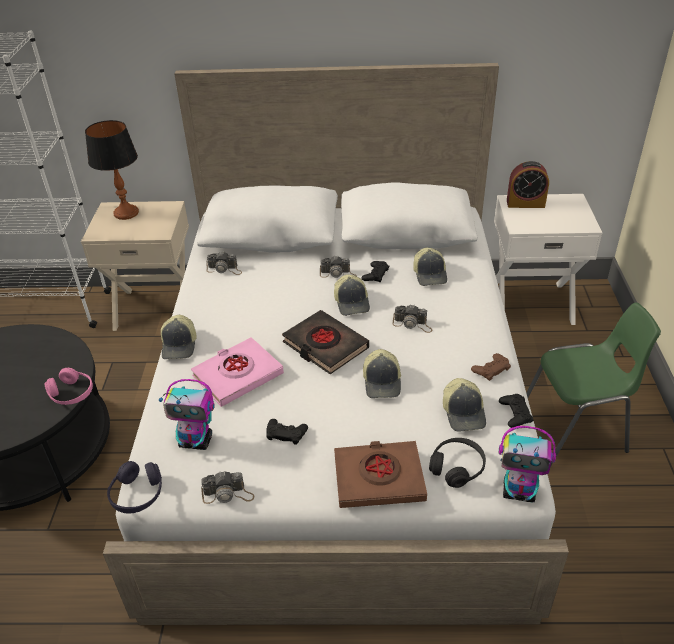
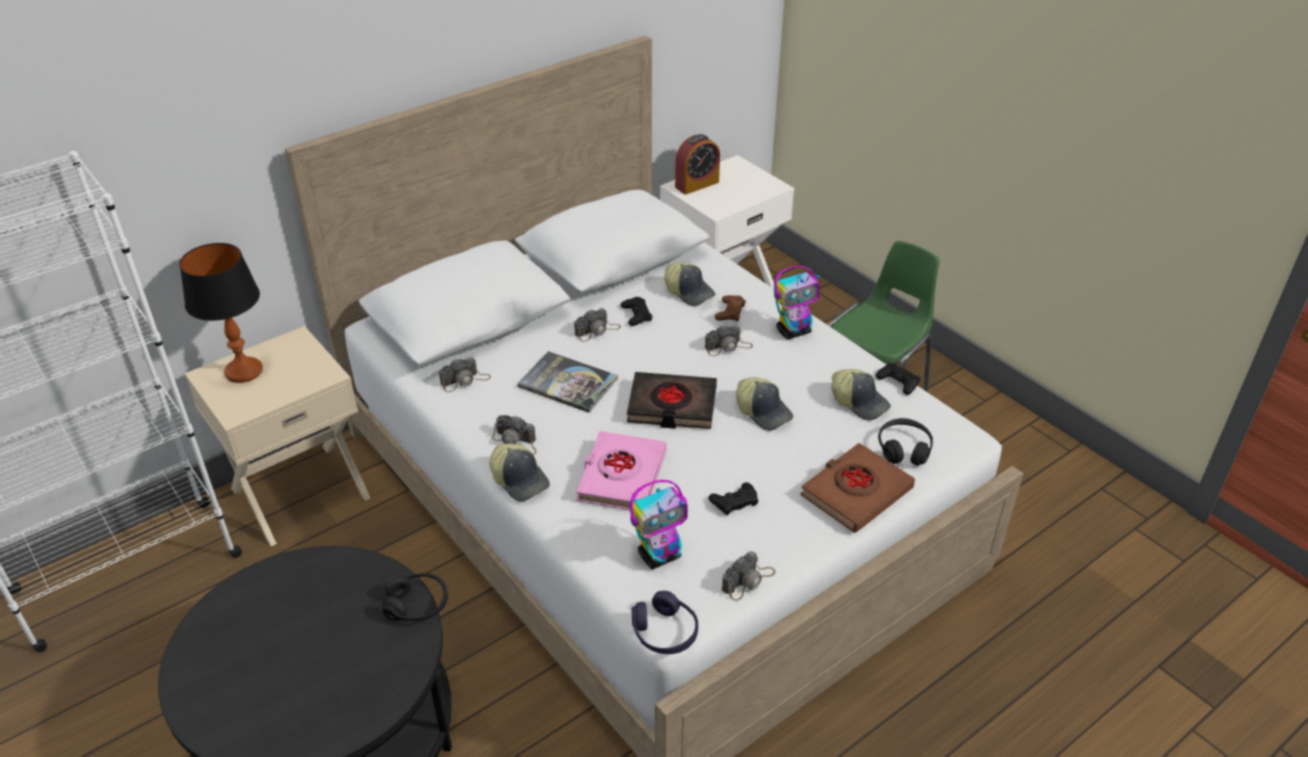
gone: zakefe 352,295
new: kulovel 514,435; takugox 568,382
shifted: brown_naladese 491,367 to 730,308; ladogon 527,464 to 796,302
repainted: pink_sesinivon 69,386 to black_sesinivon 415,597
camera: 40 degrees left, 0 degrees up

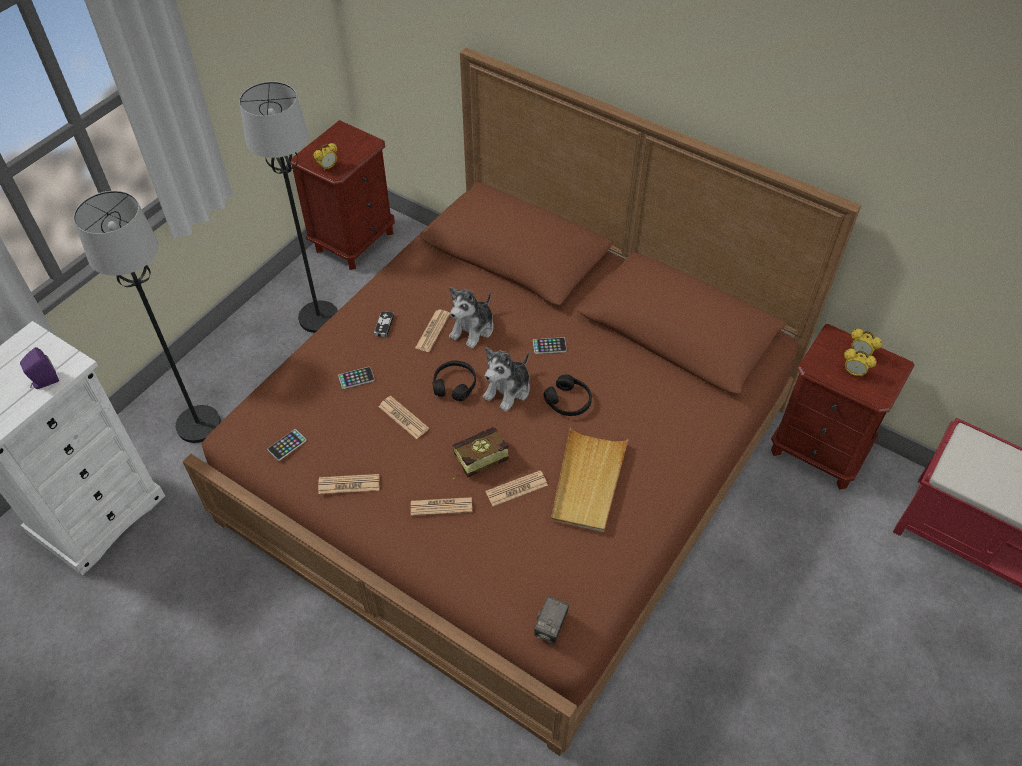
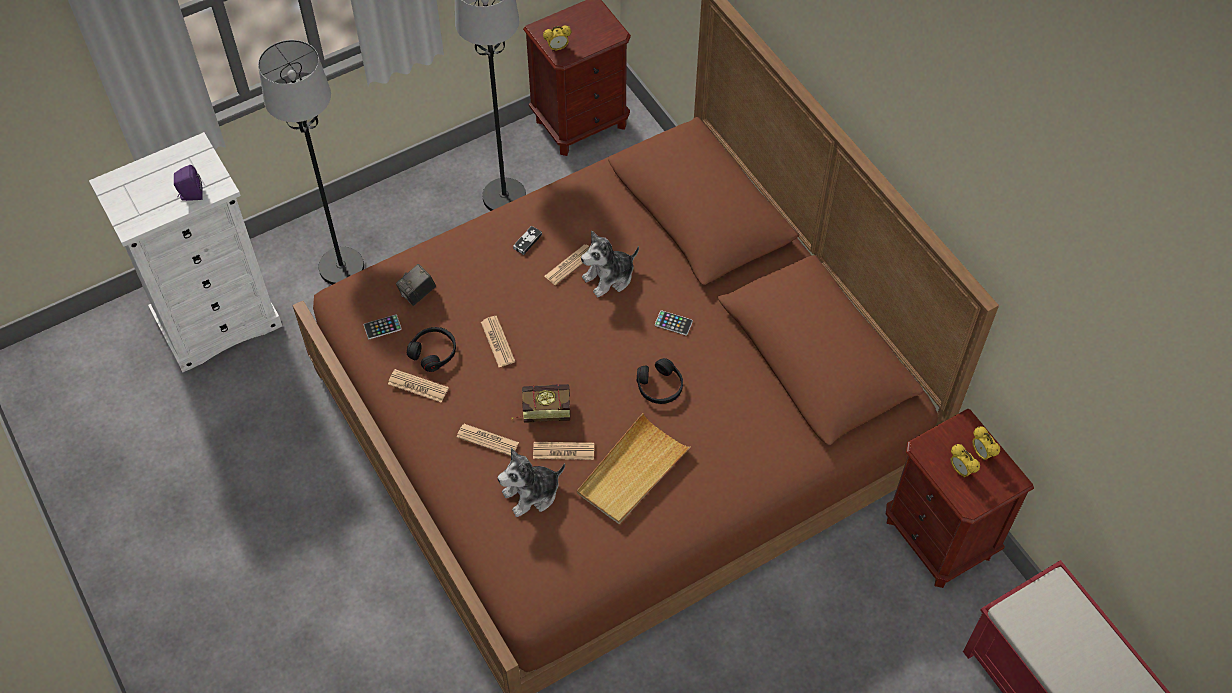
gone: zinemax 356,378
shifted: kulovel 551,619 to 416,285; black_sesinivon 454,381 to 431,349; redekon 506,380 to 531,482
camera: 25 degrees right, 5 degrees up

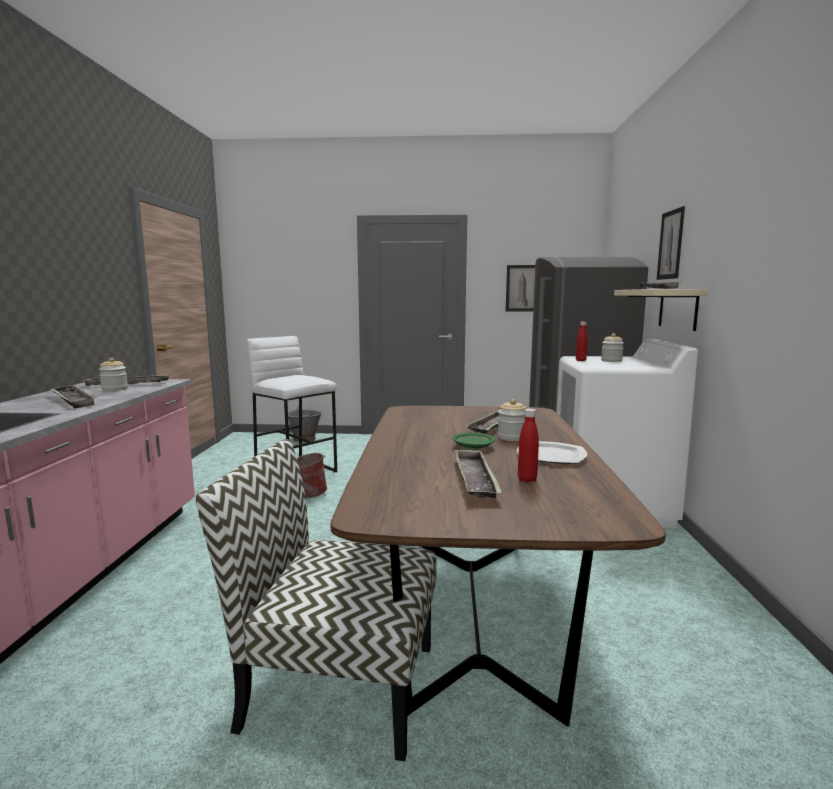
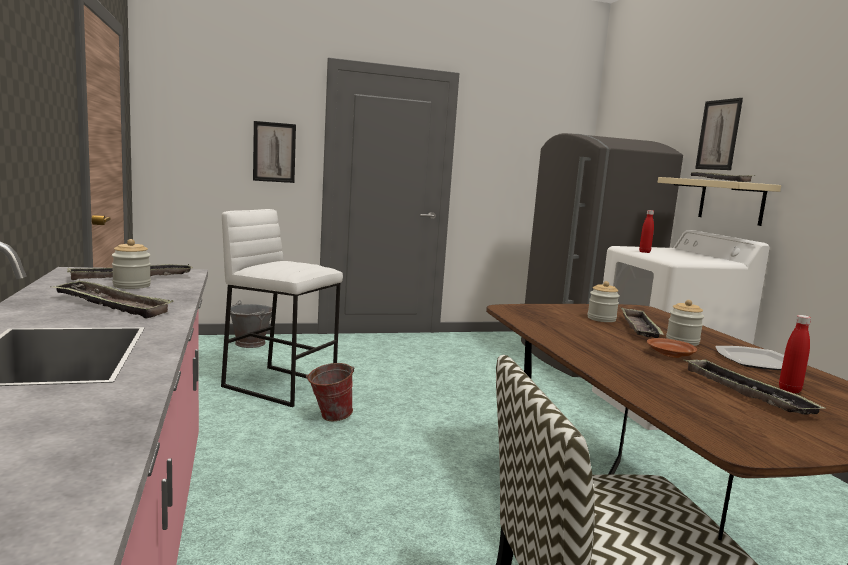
shifted: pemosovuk 520,288 to 274,152; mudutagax 612,347 to 604,301
repainted: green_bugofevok 473,441 to brown_bugofevok 672,348
camera: 20 degrees left, 0 degrees up

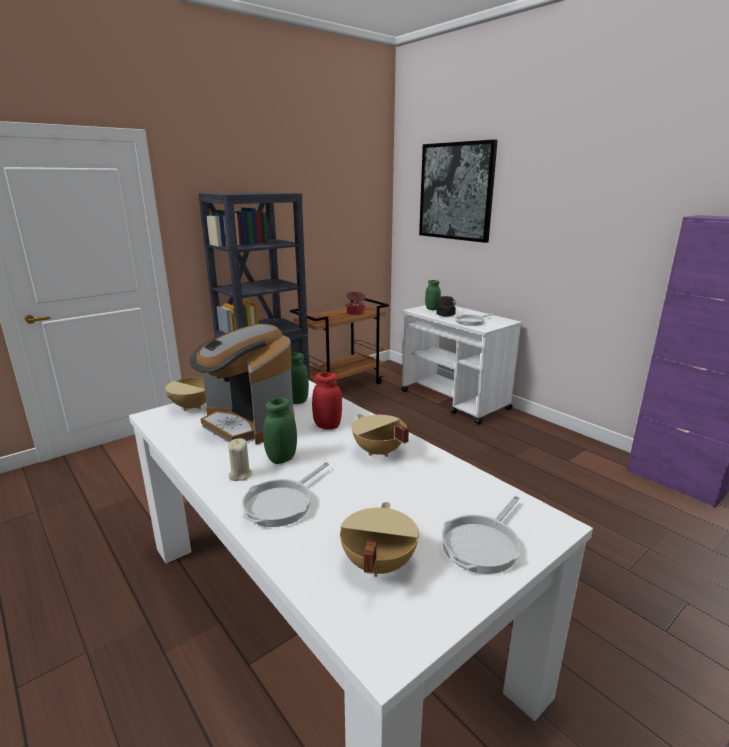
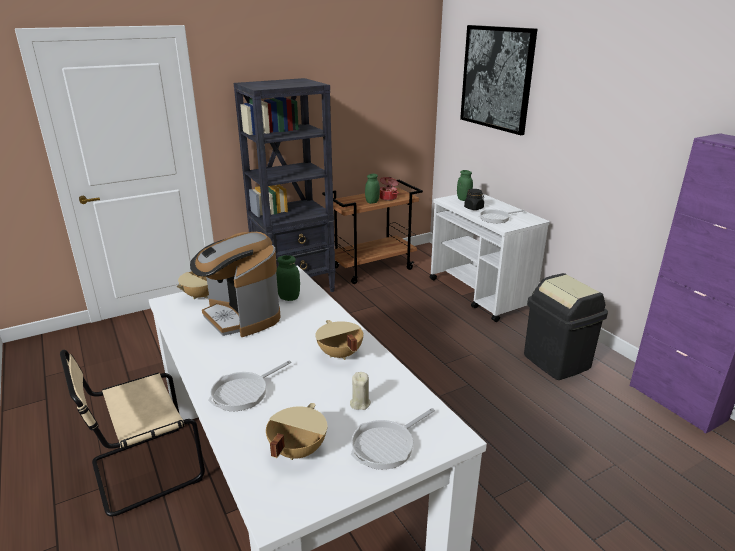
gone: red_mudutagax 327,401
new: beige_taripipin 132,433; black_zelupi 566,326
shifted: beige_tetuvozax 240,459 to 360,391; green_mudutagax 280,431 to 372,189
camera: 10 degrees right, 5 degrees up

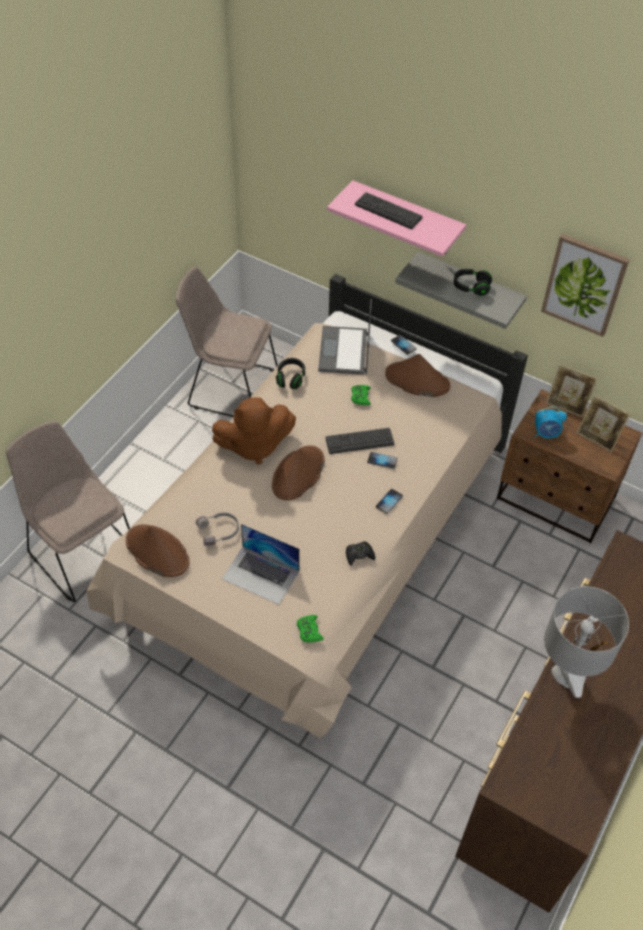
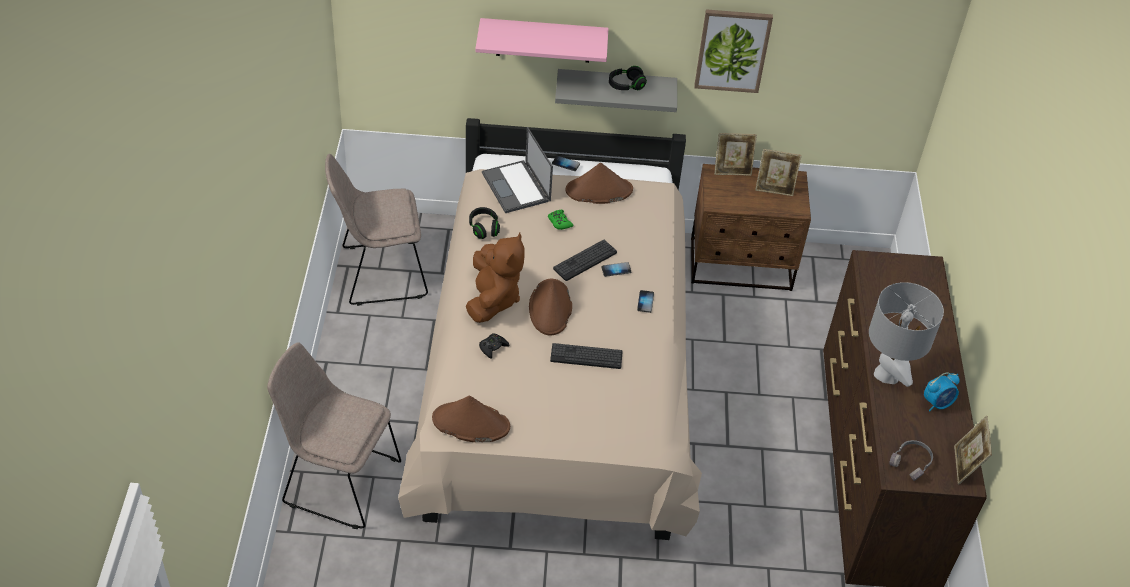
gone: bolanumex 260,564; green_naladese 310,628
new: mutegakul 973,450
shifted: black_naladese 360,553 to 494,346; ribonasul 388,210 to 586,356; grey_sesinivon 217,529 to 911,460; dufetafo 551,422 to 942,392
rotated: brown_redekon 254,431 = 495,277 45 degrees counterclockwise
camera: 30 degrees left, 5 degrees down

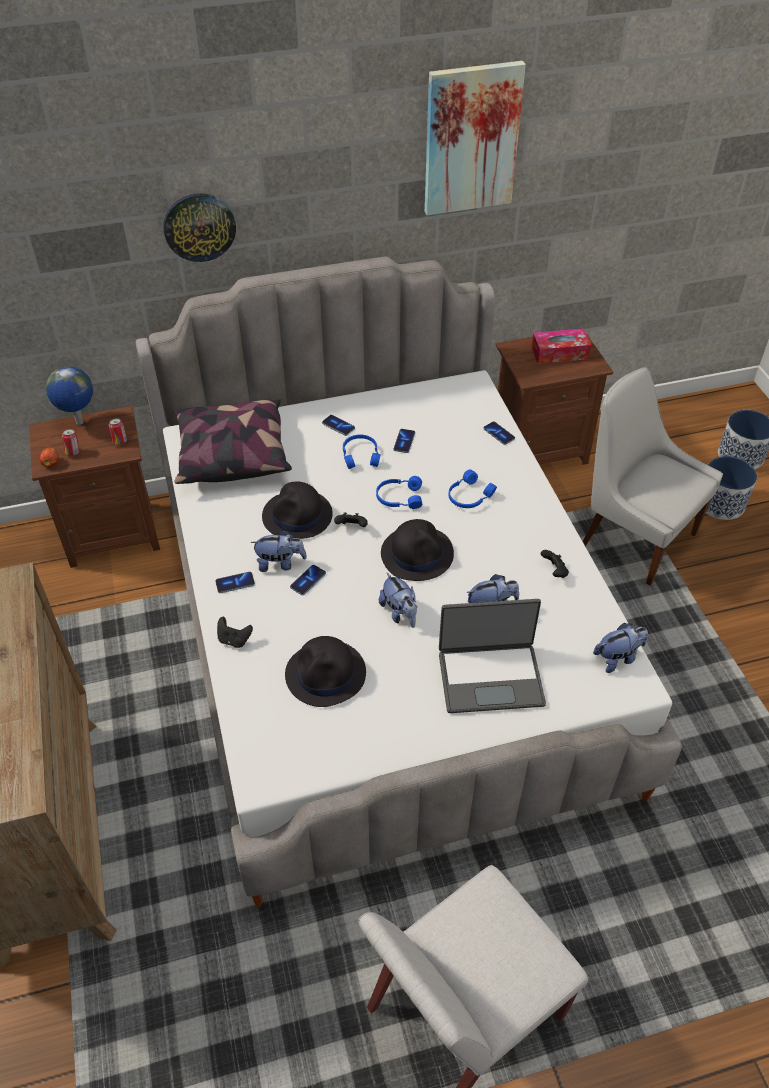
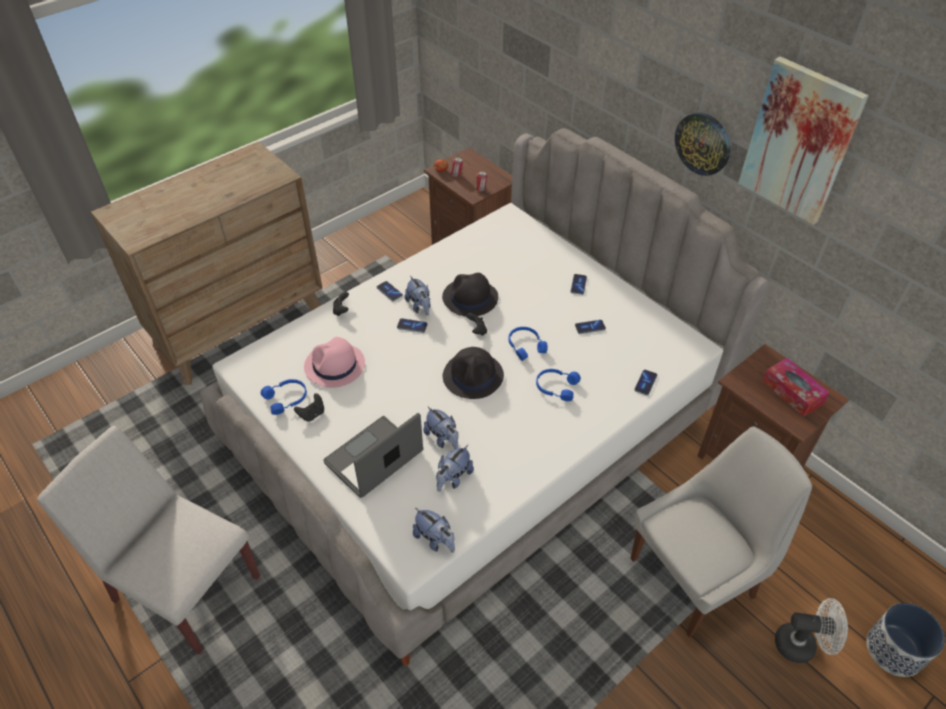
gone: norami 69,395; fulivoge 233,441
shifted: blue_sesinivon 361,451 to 284,397; black_naladese 555,564 to 309,407; redekon 398,600 to 455,468; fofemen 199,227 to 702,144
swapped: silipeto 731,488 to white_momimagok 811,630
repainted: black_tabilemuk 325,671 to pink_tabilemuk 334,362
rotated: bolanumex 492,656 = 373,455 75 degrees clockwise; white_taripipin 653,476 = 721,532 45 degrees clockwise
camera: 65 degrees right, 0 degrees up

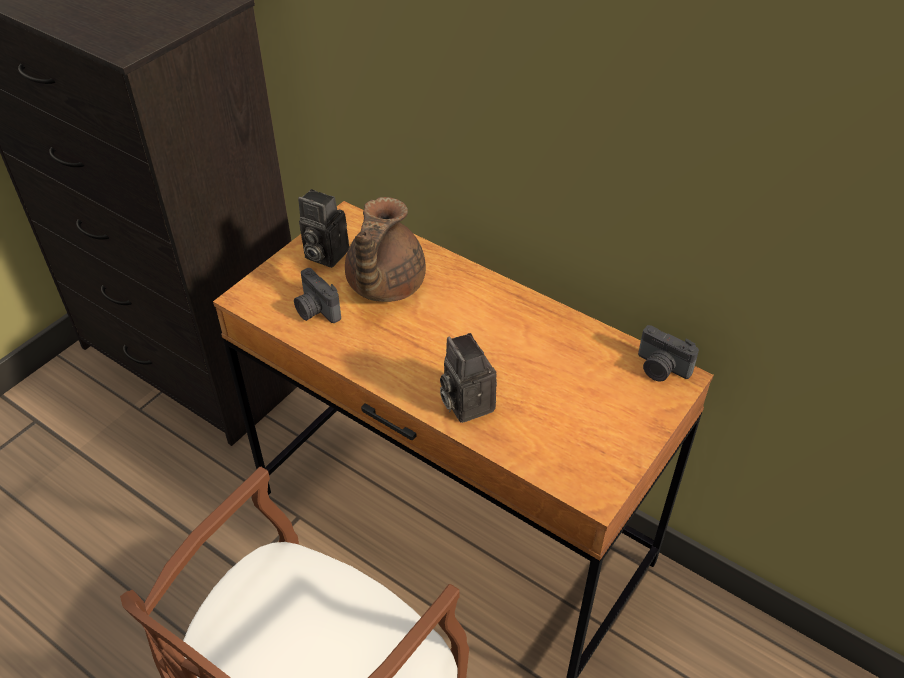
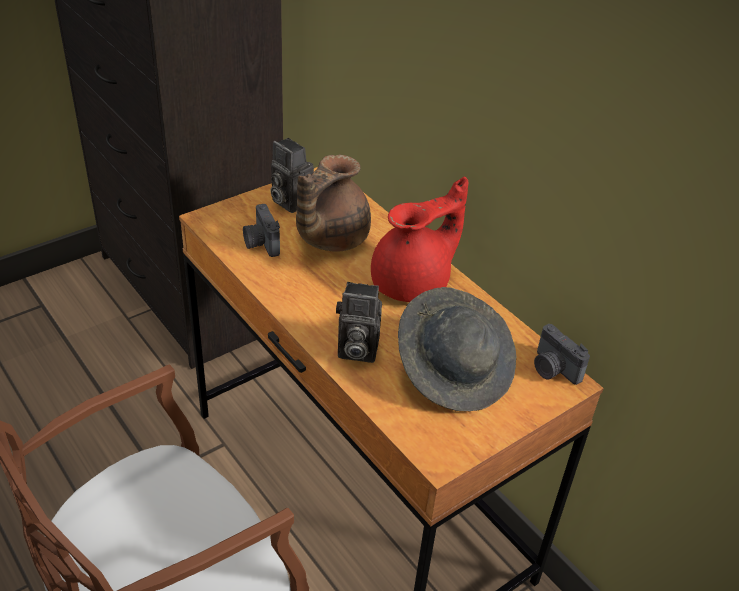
new: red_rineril 419,239; grey_tabilemuk 457,349
rotated: kulovel 468,378 = 359,322 75 degrees counterclockwise
camera: 15 degrees right, 5 degrees down

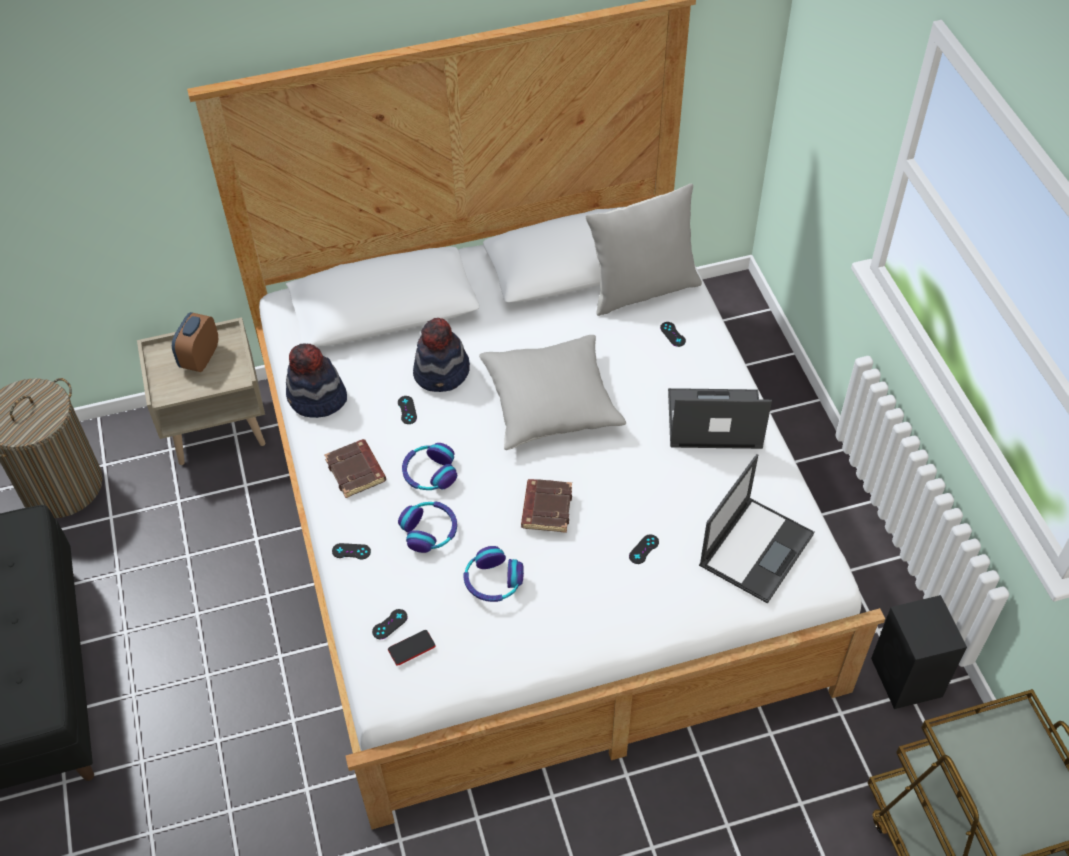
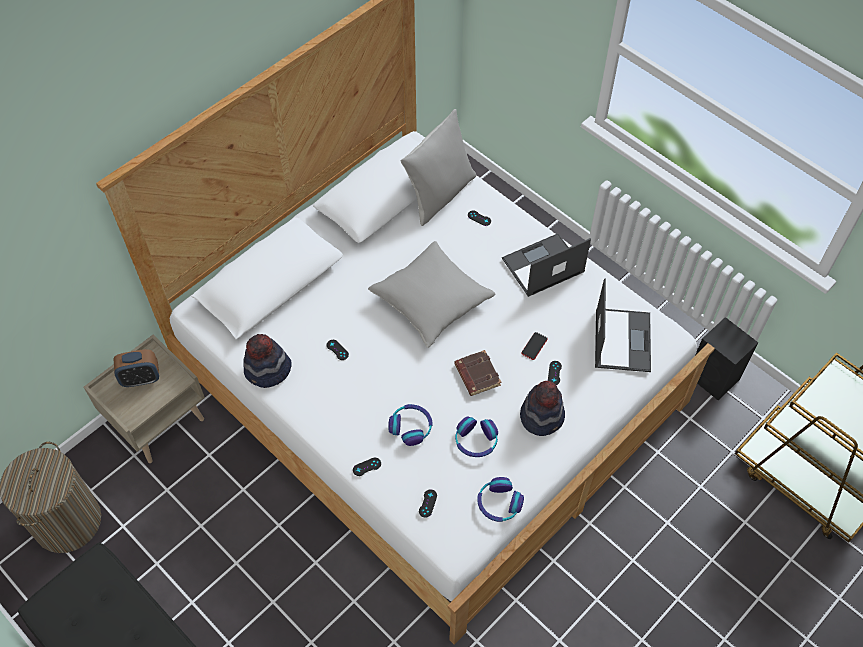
gone: brown_takugox 355,468
shifted: sesinivon 429,466 to 500,499; tabilemuk 441,355 to 542,408; zinemax 412,648 to 534,346
rotated: dufetafo 195,342 = 136,368 90 degrees counterclockwise
camera: 30 degrees left, 5 degrees up

